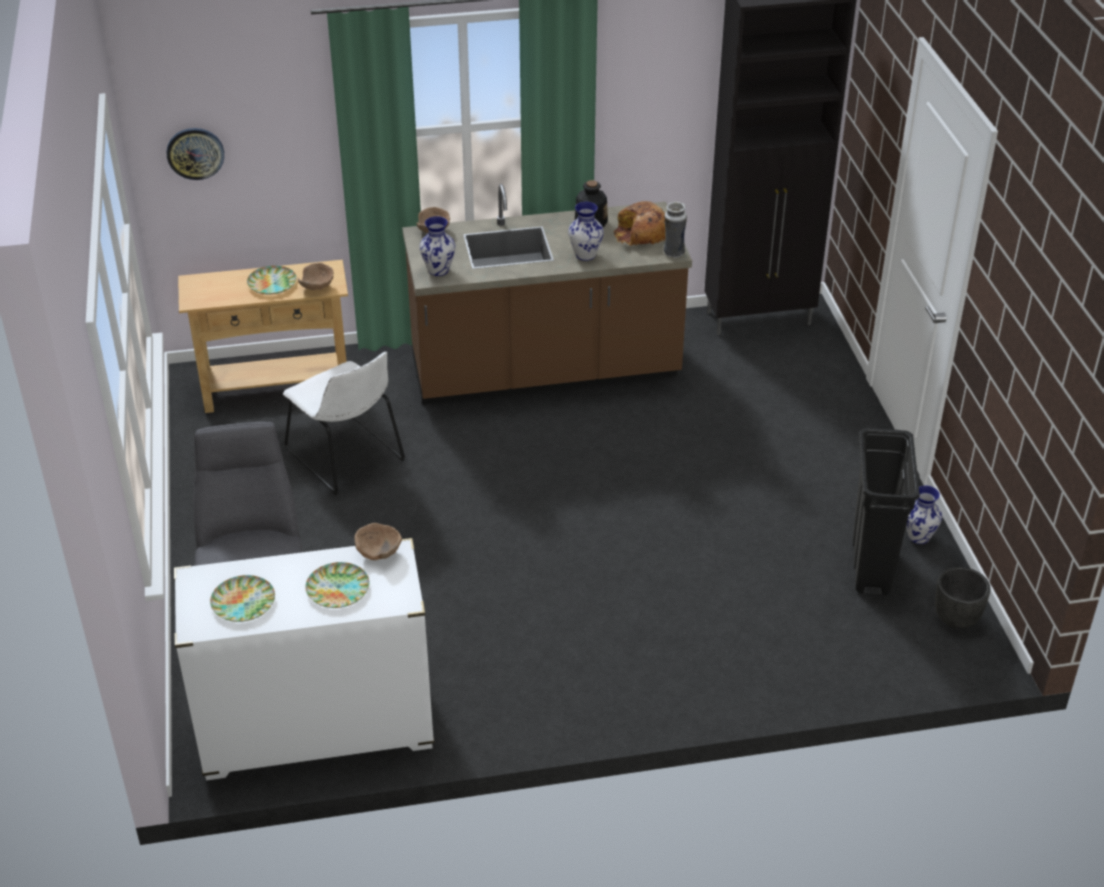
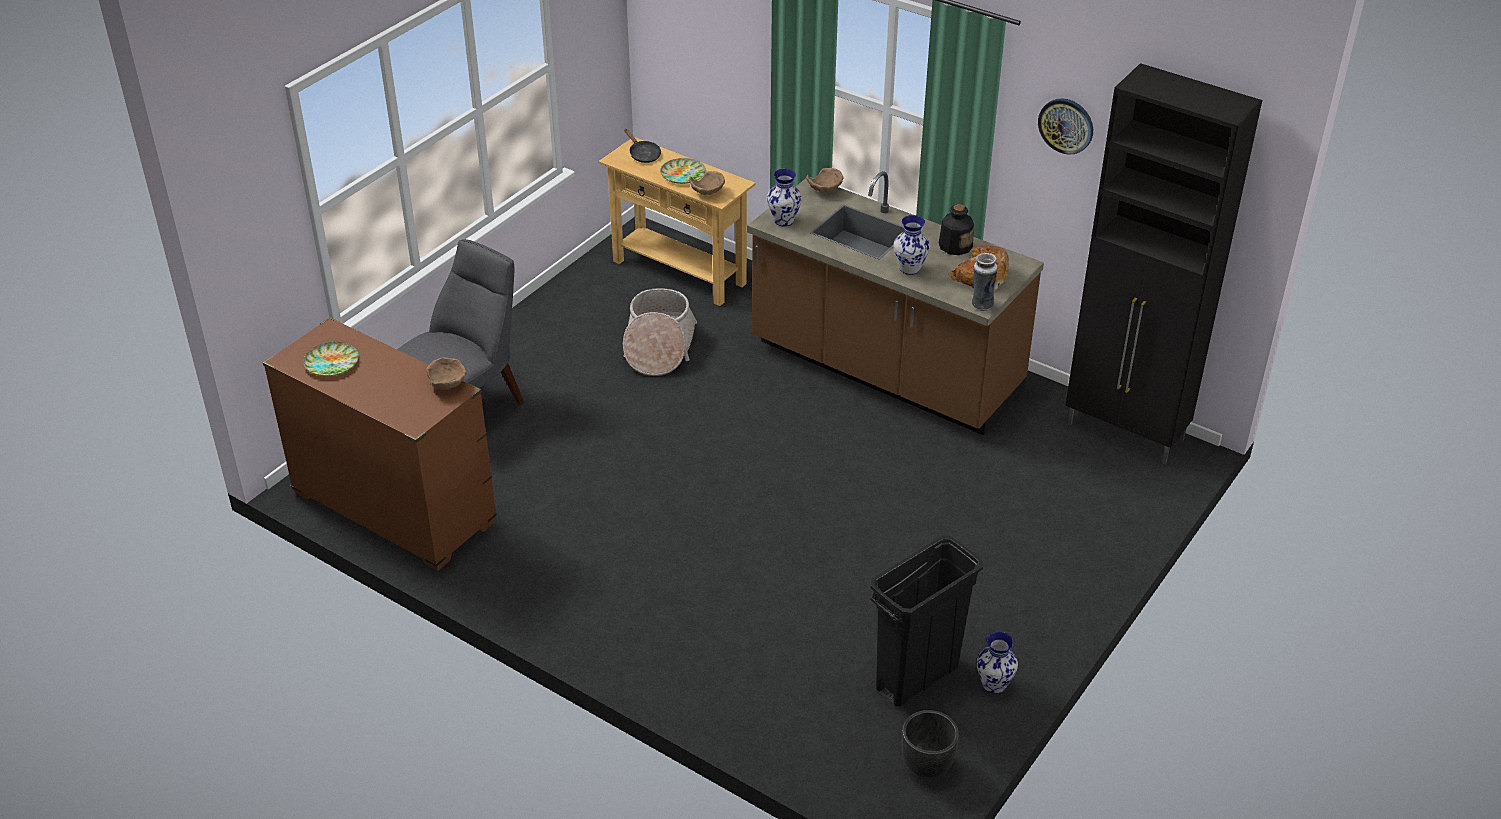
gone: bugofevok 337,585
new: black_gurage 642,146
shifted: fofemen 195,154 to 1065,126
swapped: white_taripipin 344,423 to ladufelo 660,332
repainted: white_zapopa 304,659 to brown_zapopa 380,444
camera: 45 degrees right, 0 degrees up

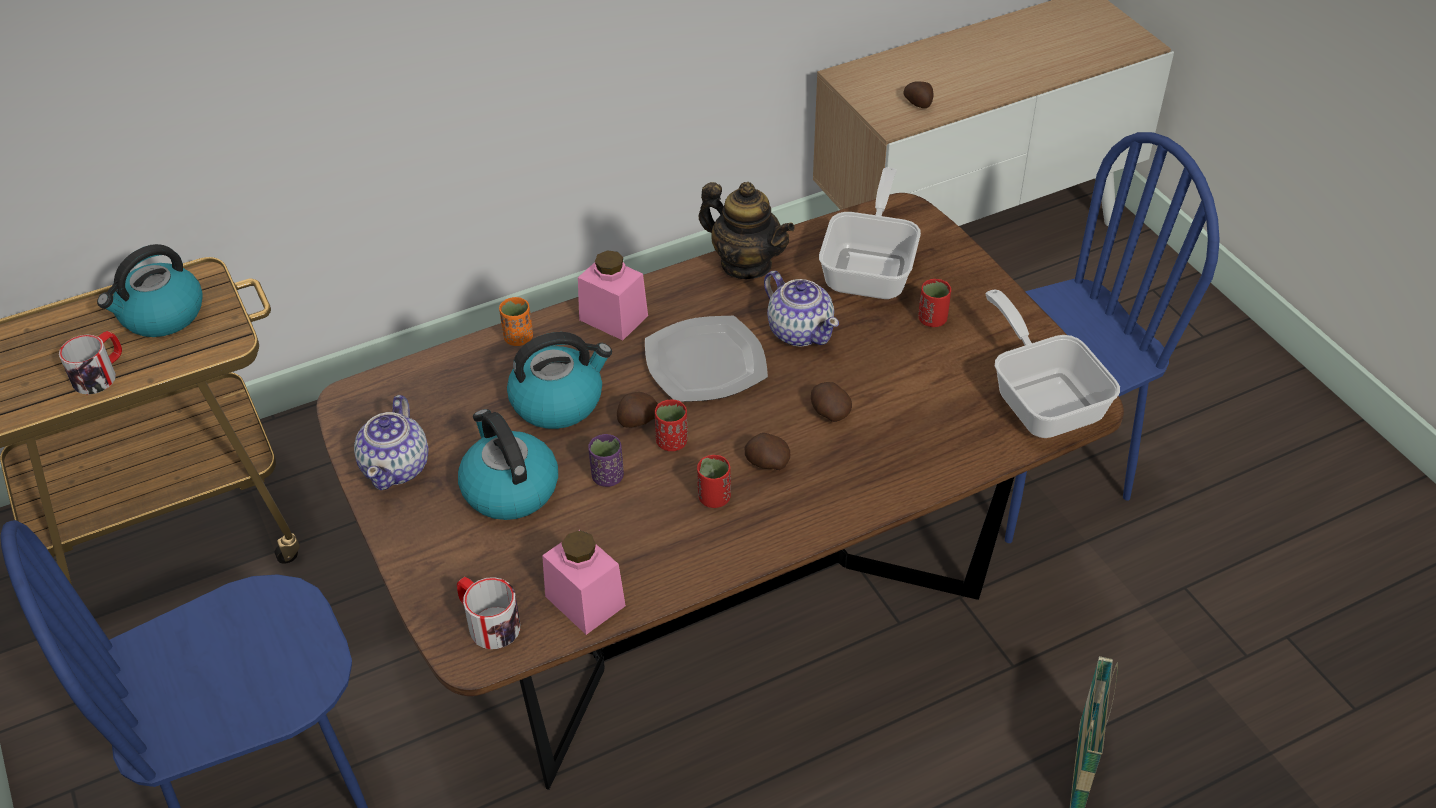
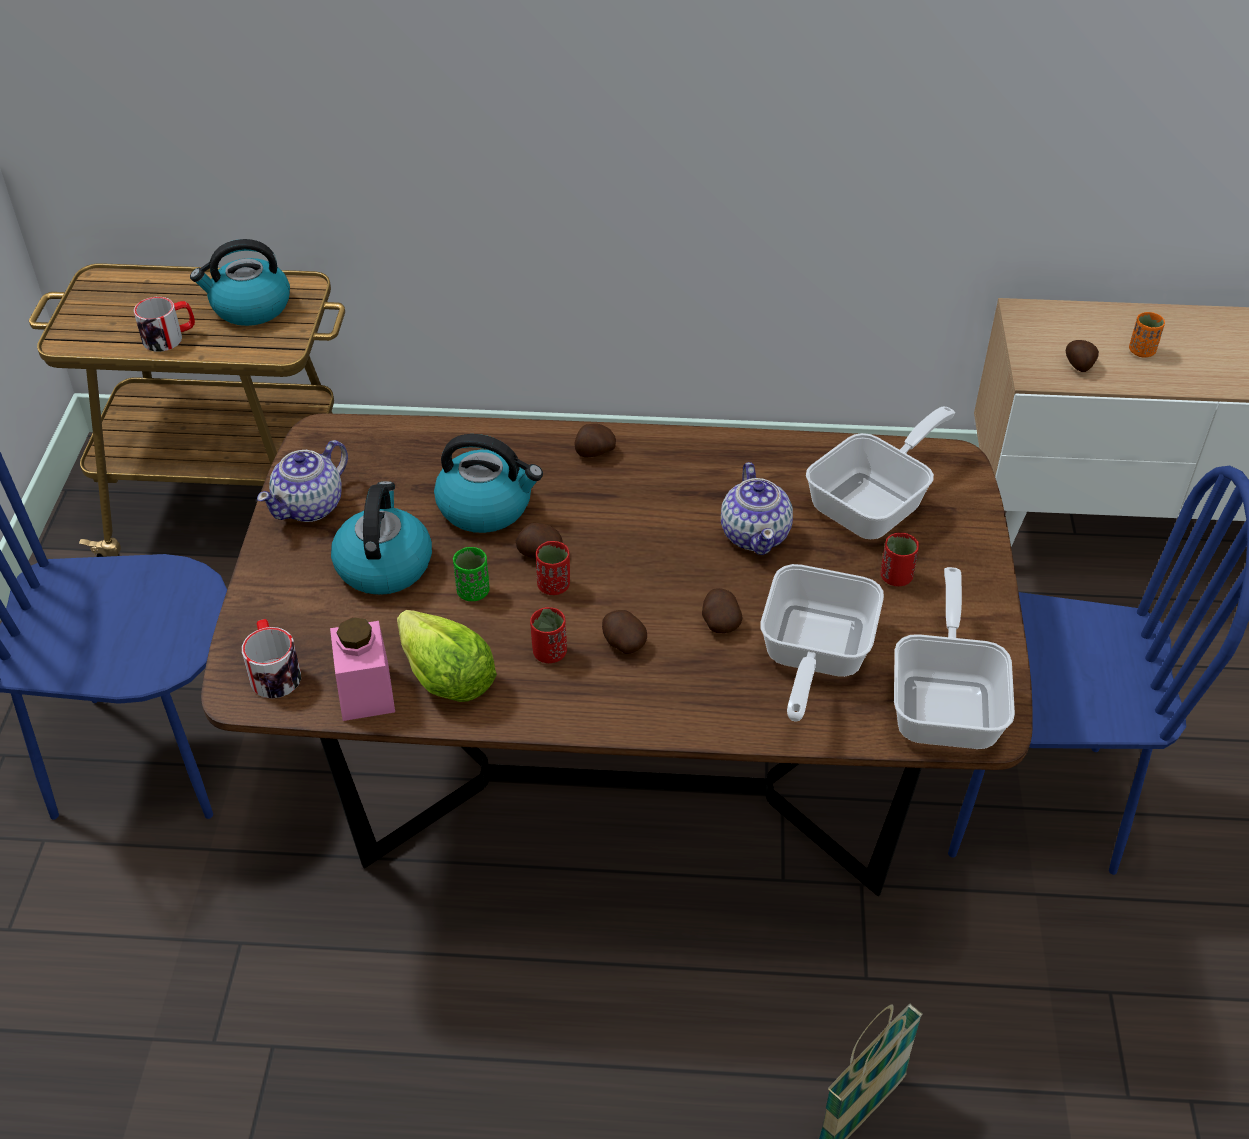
gone: bugofevok 706,359; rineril 746,230
new: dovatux 447,656; gurage 822,643
shifted: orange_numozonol 516,321 to 1147,335
swapped: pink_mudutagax 613,295 to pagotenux 595,440
repainted: purple_numozonol 606,460 to green_numozonol 471,574
camera: 30 degrees right, 0 degrees up

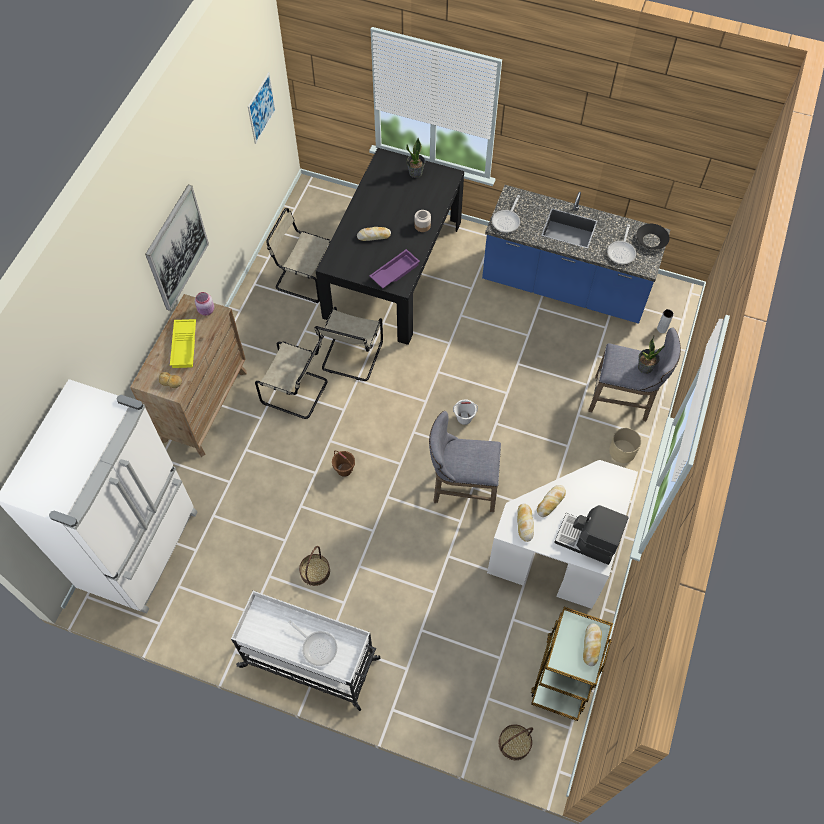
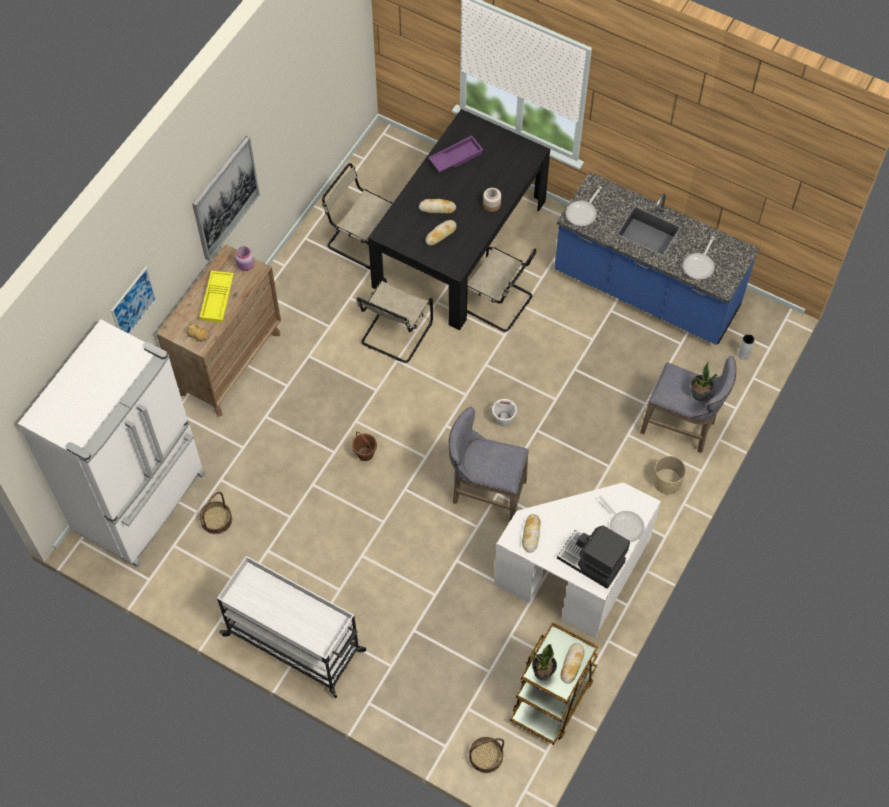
gone: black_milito 652,237
shifted: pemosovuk 262,108 to 134,300; ladufelo 314,566 to 216,513; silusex 551,501 to 441,232; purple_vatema 395,268 to 455,154; beige_taripipin 291,378 to 502,289; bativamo 415,158 to 544,662; gurage 312,643 to 621,519
camera: 10 degrees right, 0 degrees up

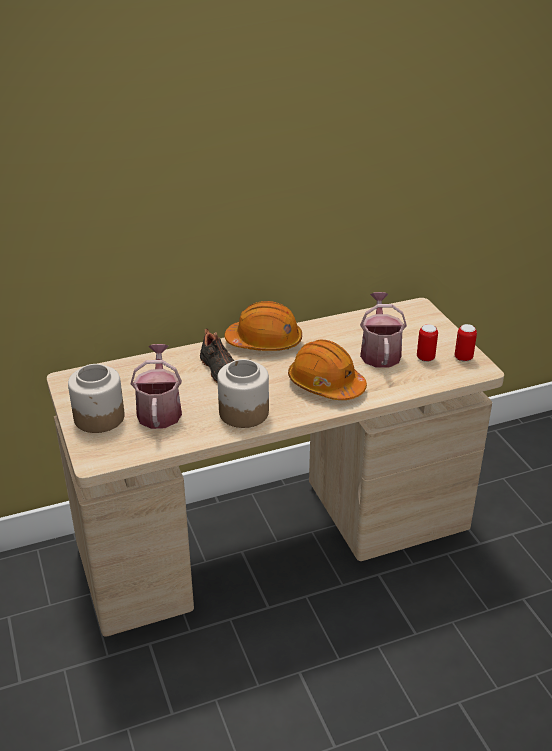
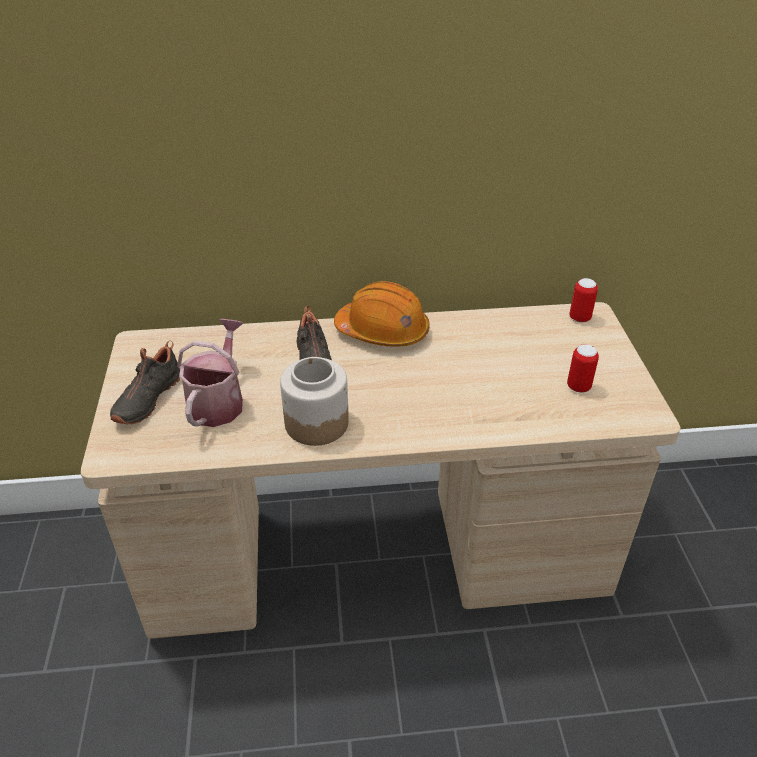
gone: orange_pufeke 327,370; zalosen 383,330
shifted: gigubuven 466,342 to 583,300
swapped: mudutagax 96,398 to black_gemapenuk 145,382
camera: 15 degrees right, 5 degrees up

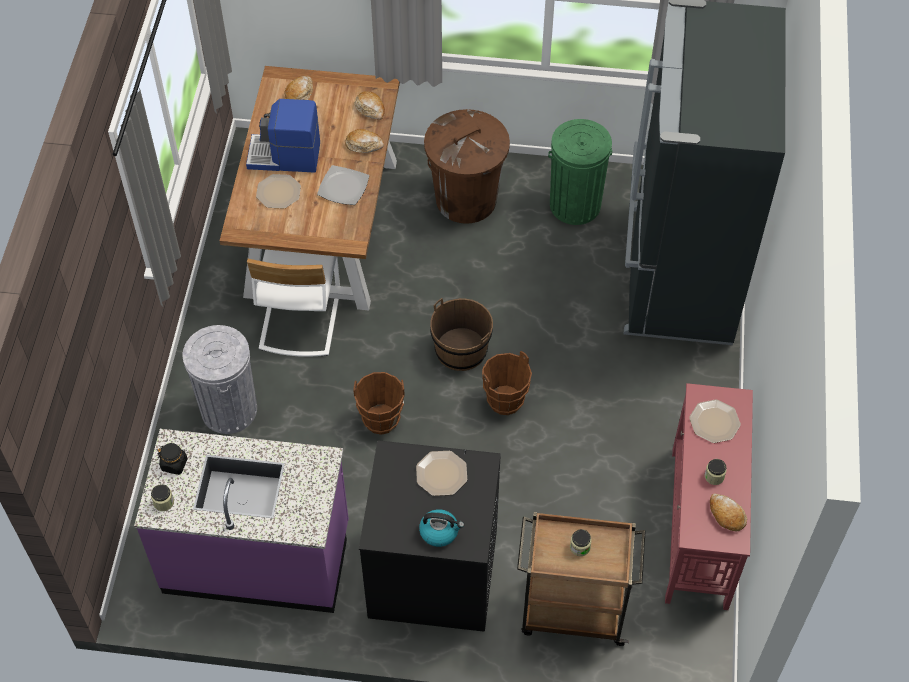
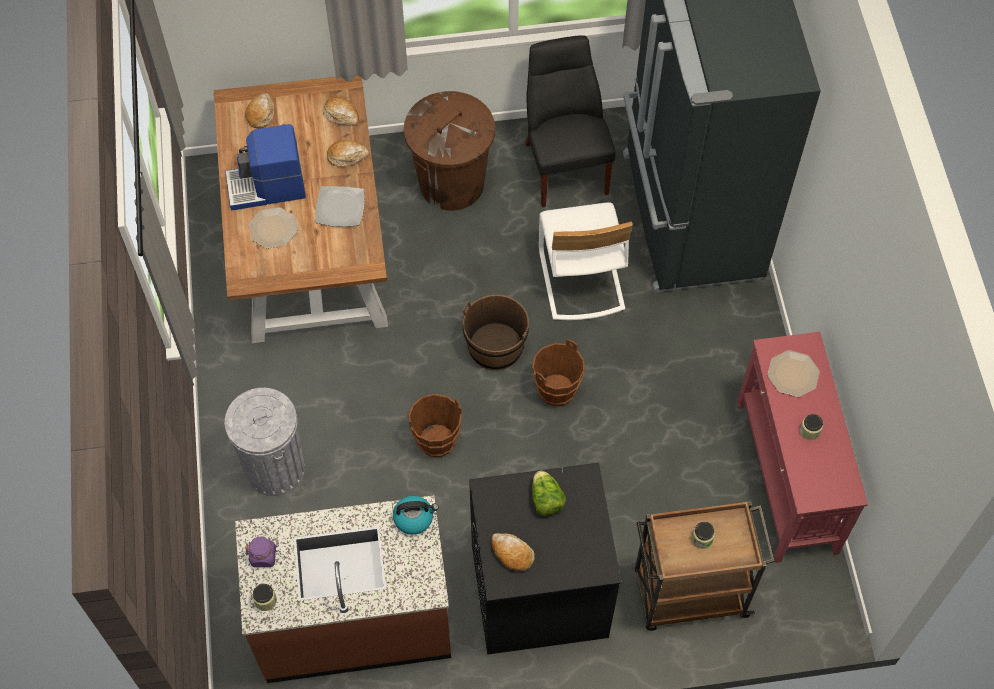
shifted: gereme 441,528 to 416,515; silusex 728,512 to 513,552; white_taripipin 293,303 to 586,261
swapped: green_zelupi 580,172 to black_taripipin 570,121; bugofevok 441,473 to dovatux 549,493
repainted: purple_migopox 241,521 to brown_migopox 343,589; black_mudutagax 172,459 to purple_mudutagax 261,552
camera: 15 degrees left, 5 degrees up

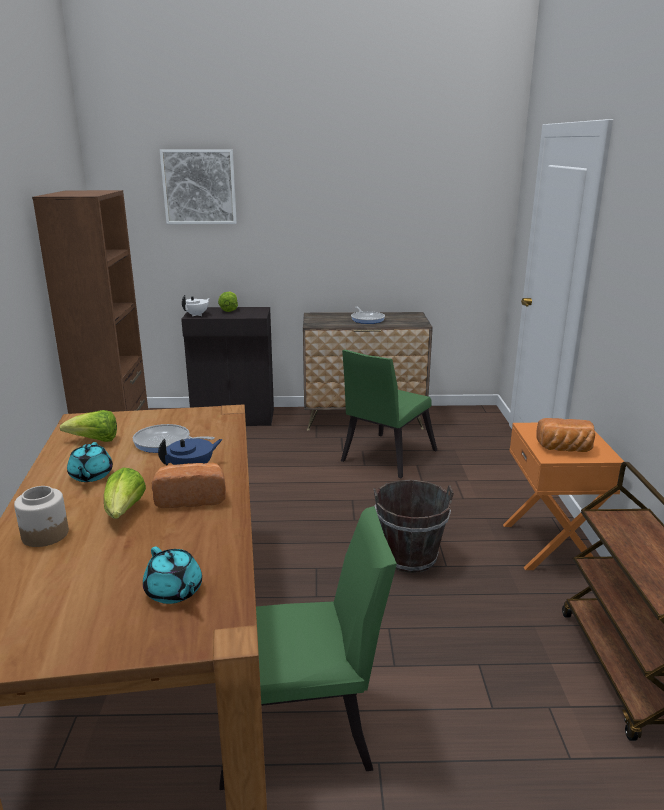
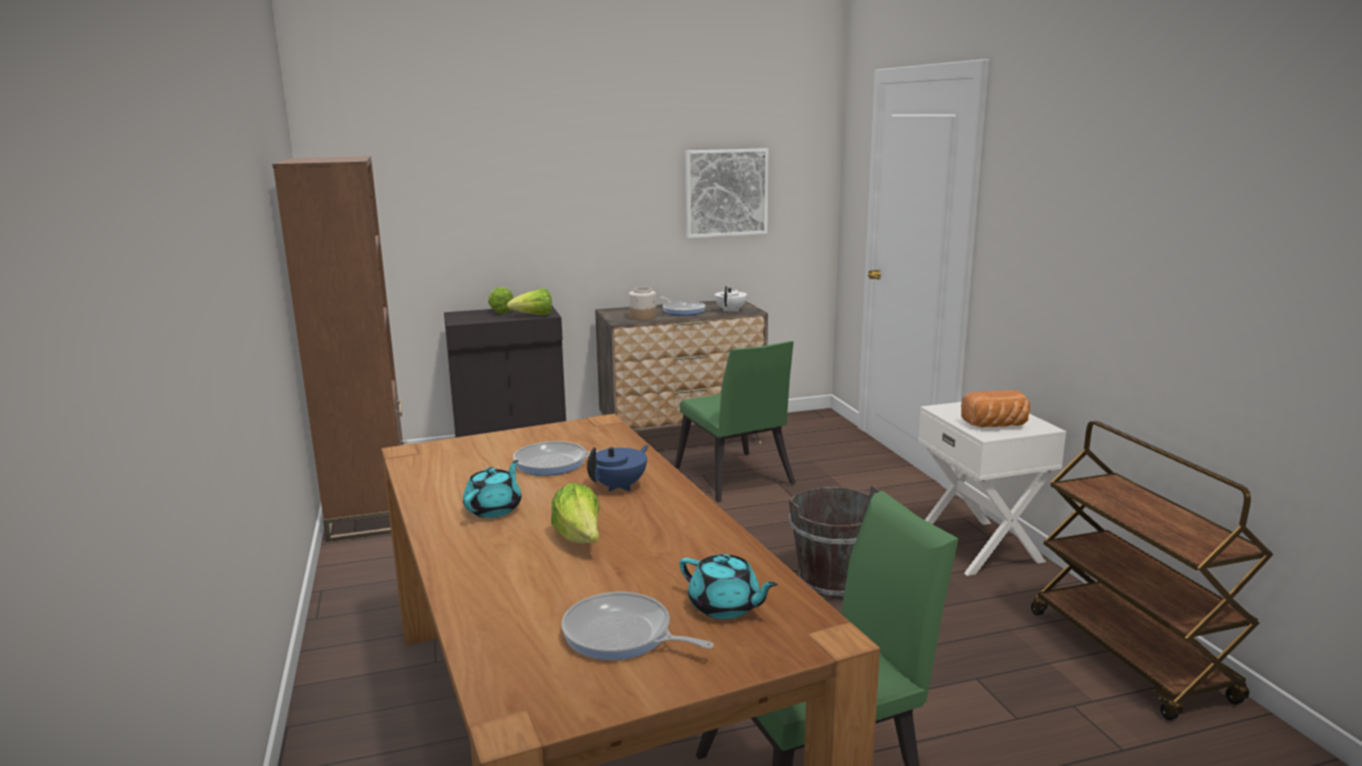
gone: silusex 189,485
new: gurage 637,626
shifted: dovatux 88,426 to 529,302; mudutagax 41,516 to 642,303; pemosovuk 198,186 to 727,193; white_rineril 196,306 to 731,299
repainted: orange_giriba 564,496 to white_giriba 992,489
rotated: turquoise_rineril 90,462 = 492,489 135 degrees counterclockwise; green_taripipin 389,414 = 735,421 45 degrees counterclockwise
camera: 15 degrees left, 5 degrees down

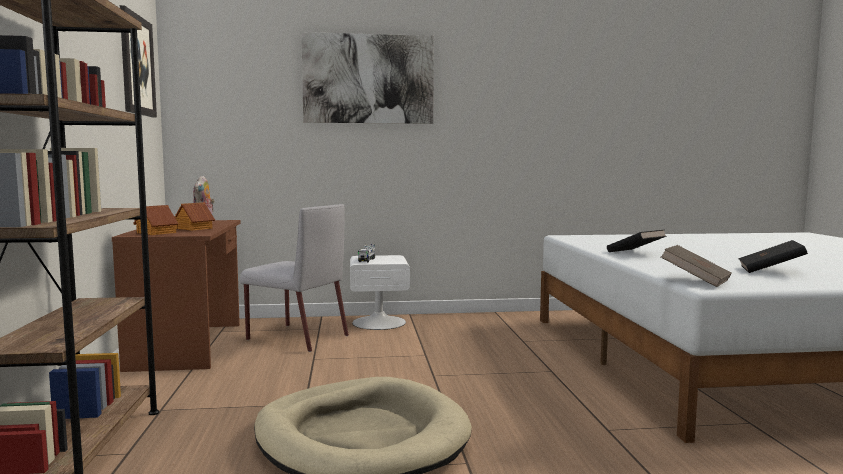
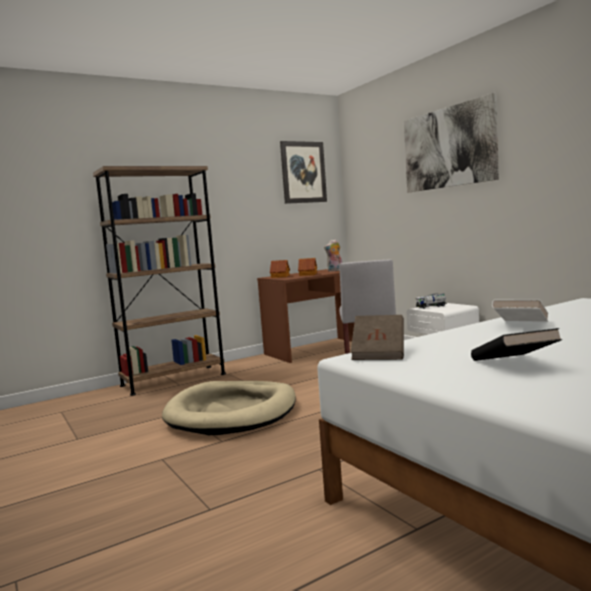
repainted: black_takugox 637,241 to white_takugox 520,311
camera: 65 degrees right, 0 degrees up

